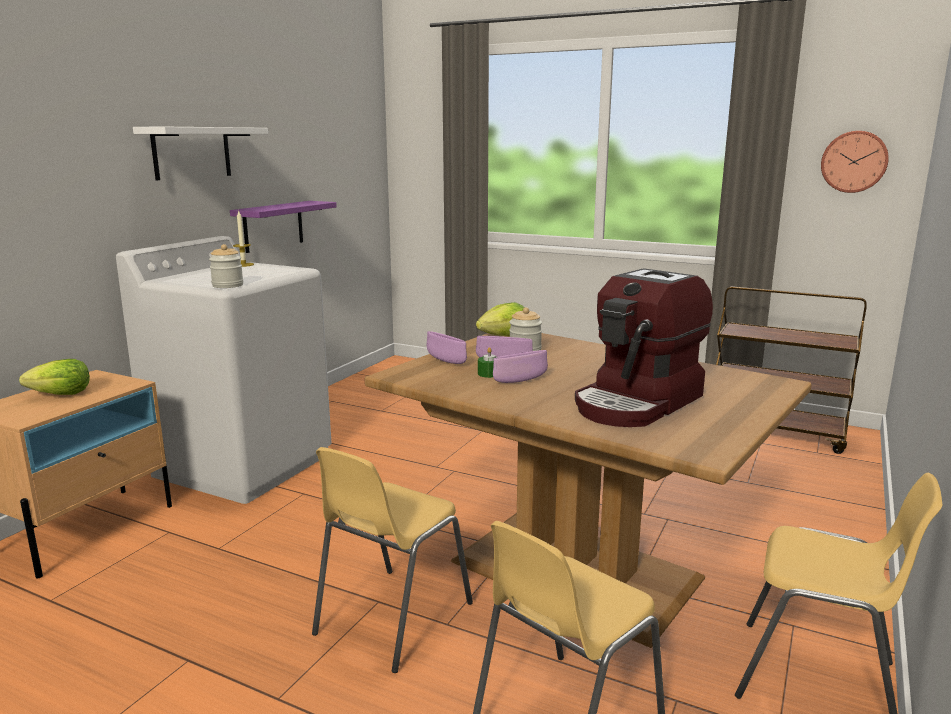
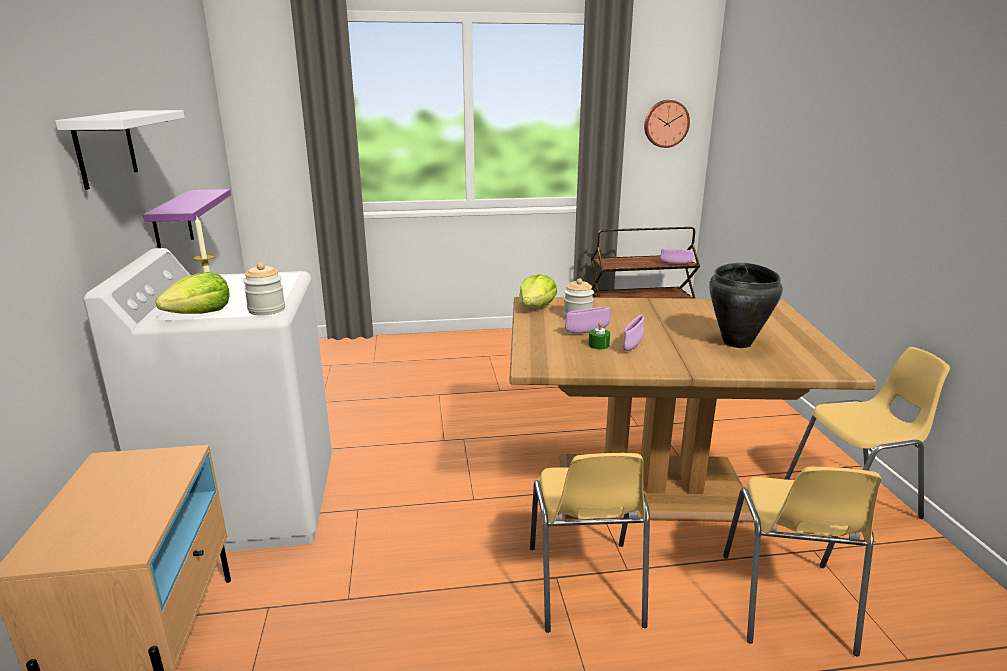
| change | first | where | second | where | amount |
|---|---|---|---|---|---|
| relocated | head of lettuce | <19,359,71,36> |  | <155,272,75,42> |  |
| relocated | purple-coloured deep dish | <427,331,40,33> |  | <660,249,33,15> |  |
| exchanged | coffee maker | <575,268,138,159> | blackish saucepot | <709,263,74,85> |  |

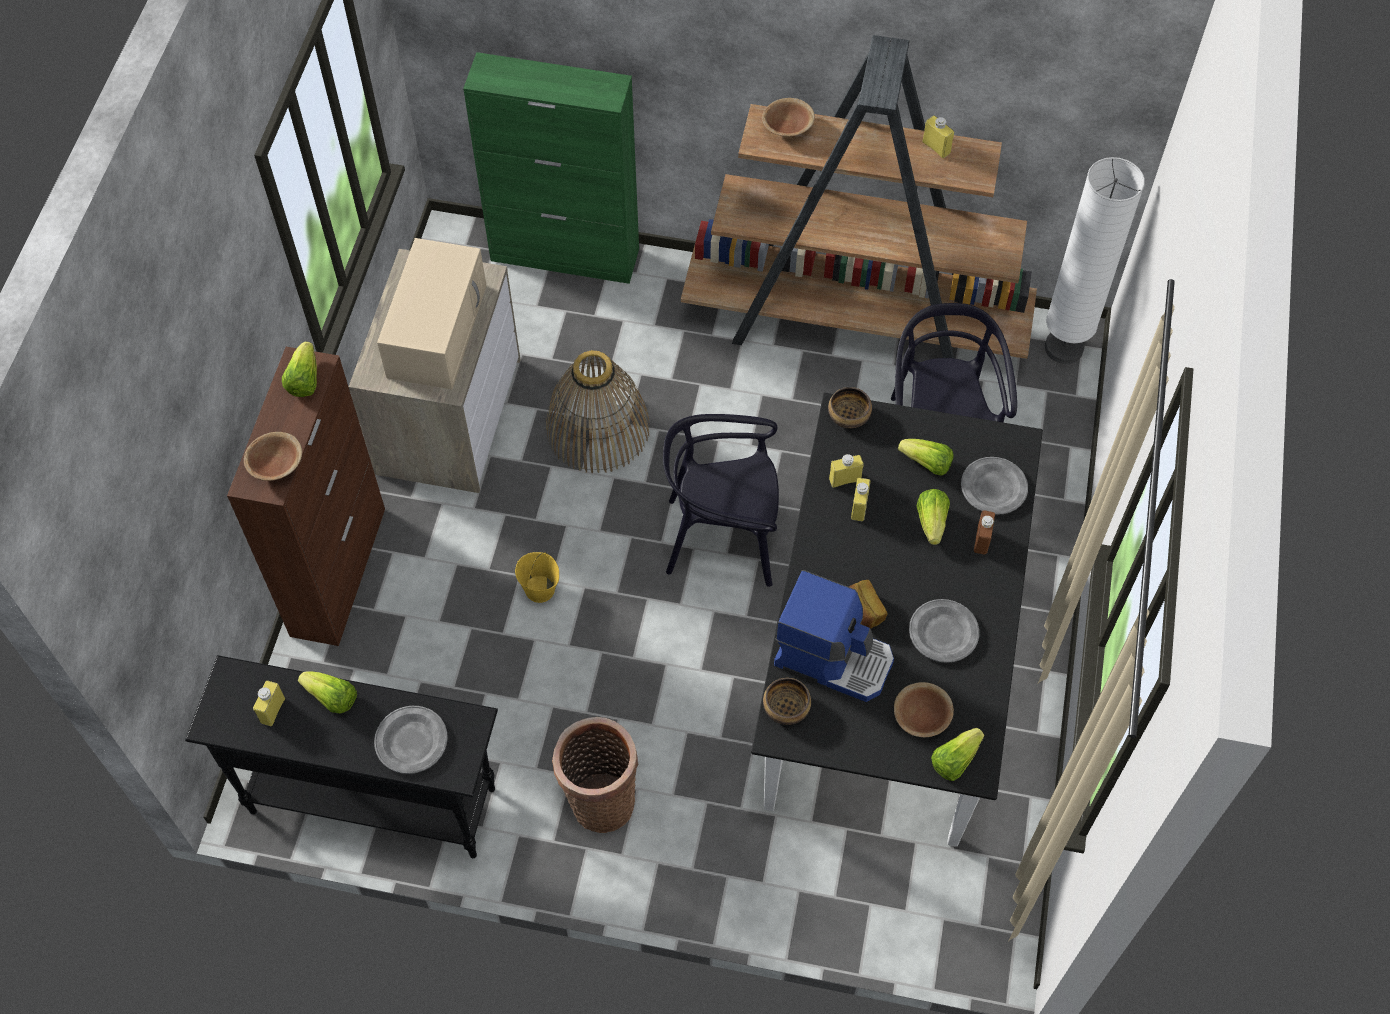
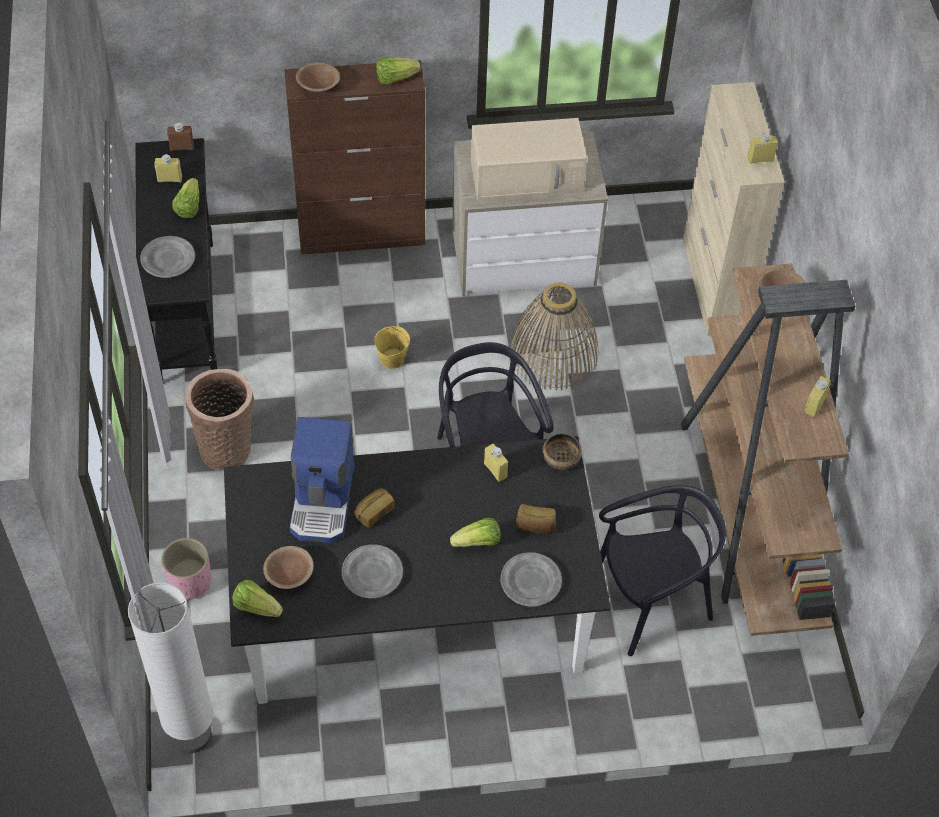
| change | first | where | second | where | amount |
|---|---|---|---|---|---|
| relocated | white floor lamp | <1045,157,100,207> |  | <128,582,85,171> |  |
| appeared |  |  | pinkish plant pot | <162,538,49,62> |  |
| relocated | brown-coloured drink bottle | <974,510,21,45> |  | <167,123,27,28> |  |
| exchanged | head of lettuce | <898,439,56,36> | baked bread | <515,504,41,30> |  |
| colour | greenish cupboard | <463,52,176,232> | beige-coloured cupboard | <683,82,102,254> |  |
| relocated | yellowish drink bottle | <851,478,19,43> |  | <748,133,30,31> |  |
| missing | deep dish | <763,678,48,47> |  |  |  |

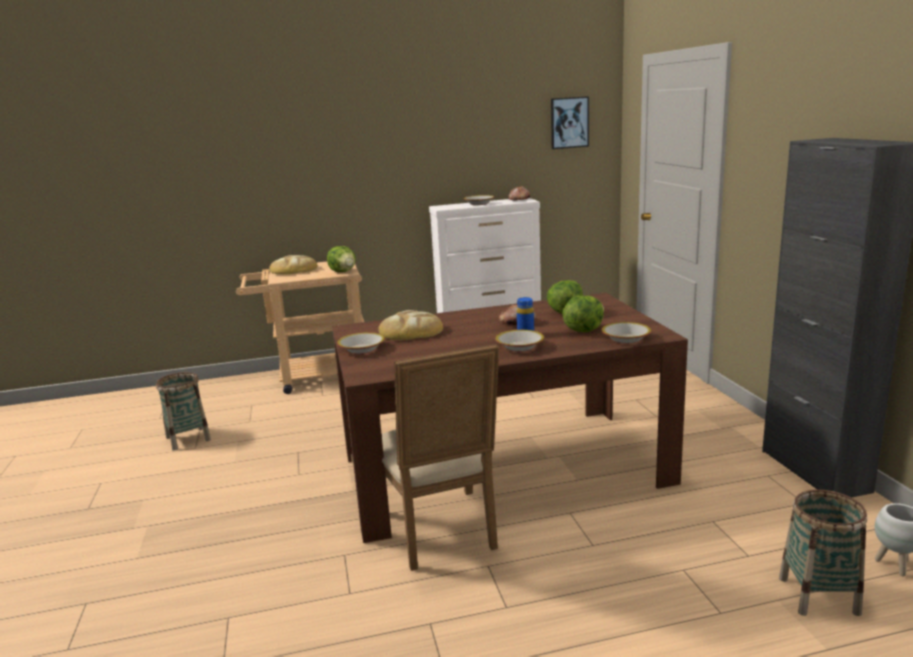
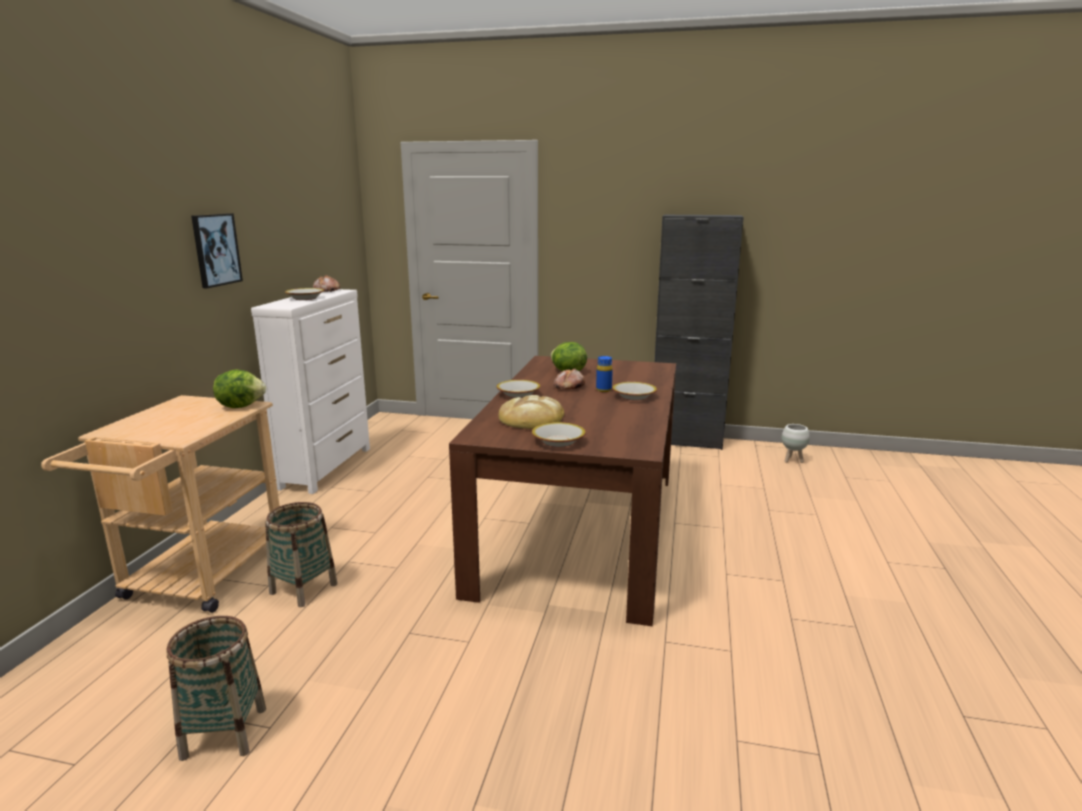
| change | first | where | second | where | amount |
|---|---|---|---|---|---|
| relocated | wall art | <551,96,38,53> |  | <191,213,52,75> |  |
| relocated | storage basket | <779,489,88,127> |  | <265,502,73,105> |  |
| relocated | deep dish | <601,322,50,22> |  | <497,380,43,18> |  |
| missing | baked bread | <269,255,49,20> |  |  |  |
| missing | beige-coloured upright chair | <382,344,117,227> |  |  |  |
| missing | head of lettuce | <562,295,42,37> |  |  |  |

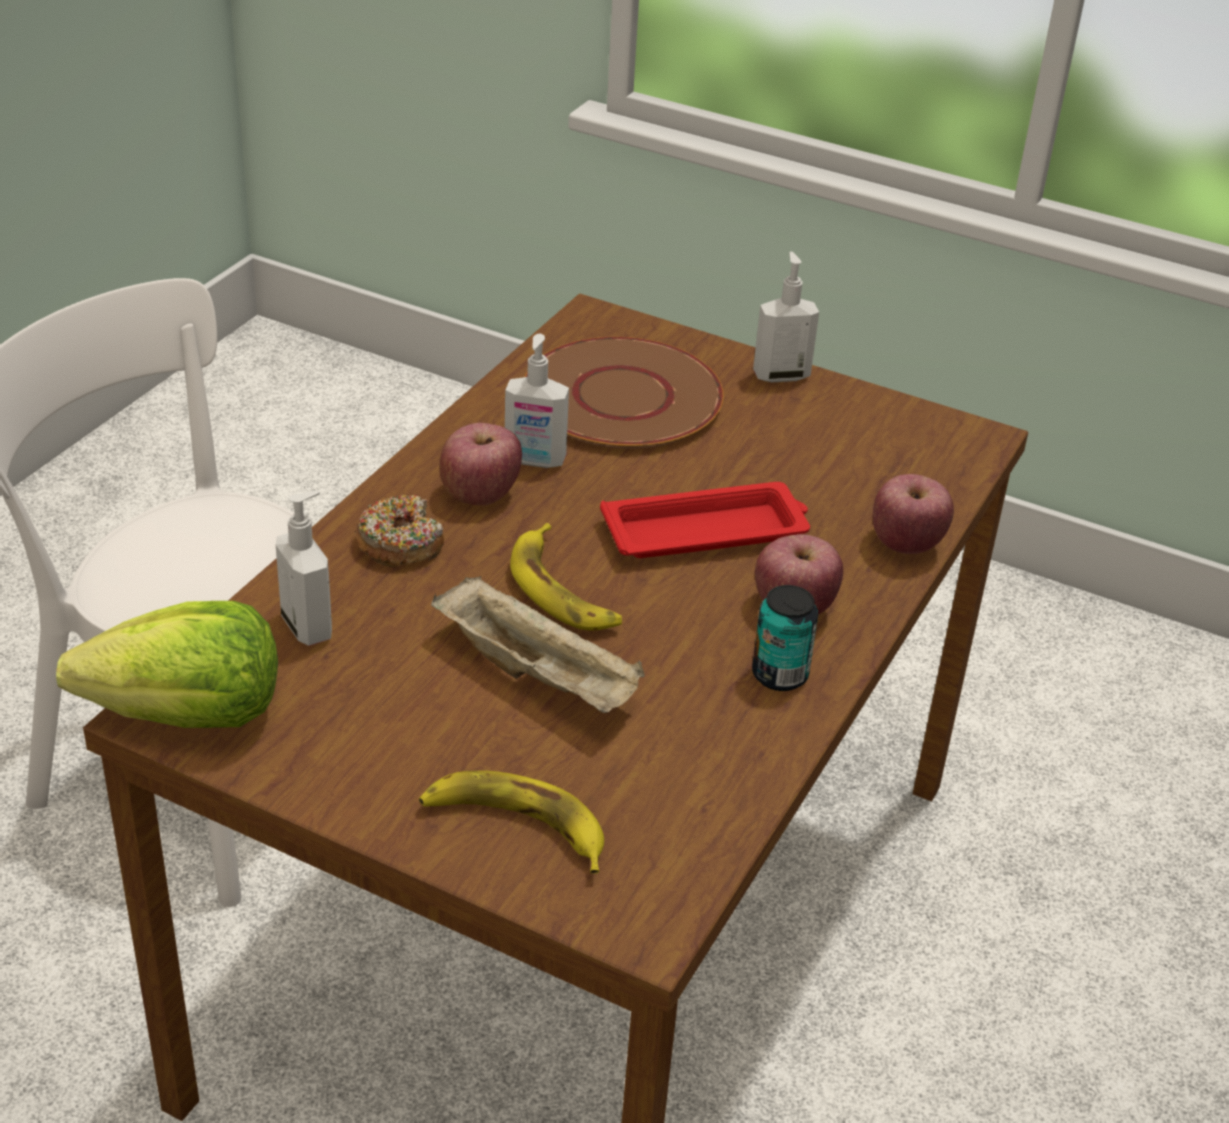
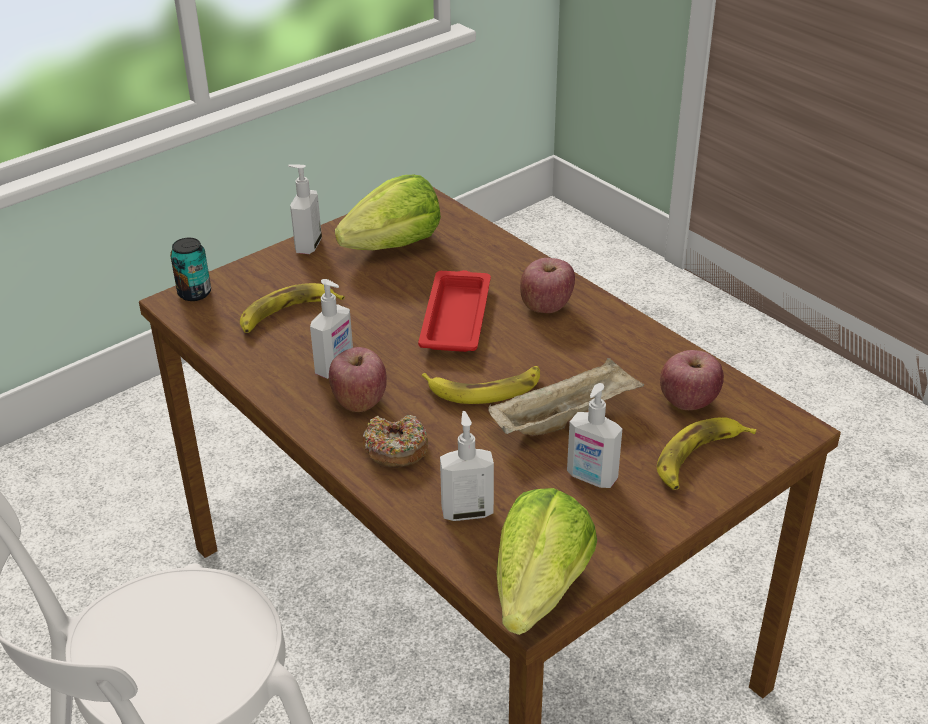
| change | first | where | second | where | amount |
|---|---|---|---|---|---|
| relocated | metal can | <752,585,66,106> |  | <170,238,41,63> |  |
| exchanged | brown-coloured flat dish | <524,337,200,112> | whole banana | <240,283,105,50> |  |
| appeared |  |  | head of lettuce | <335,175,106,75> |  |
| appeared |  |  | liquid soap bottle | <567,383,55,105> |  |
| relocated | apple | <873,474,81,80> |  | <660,350,64,60> |  |

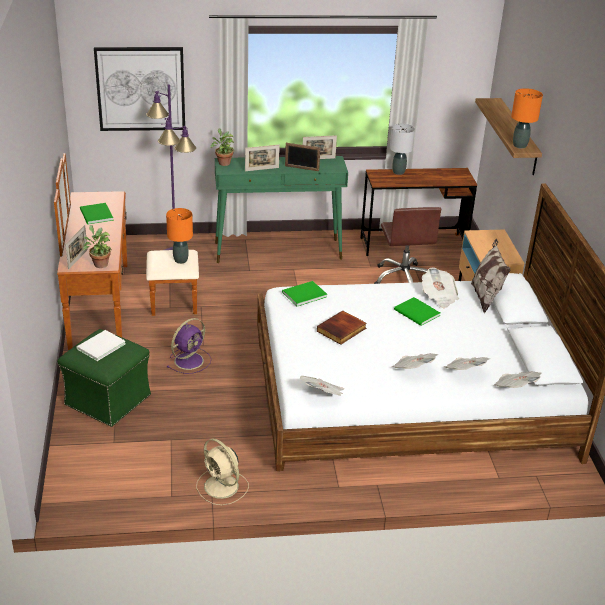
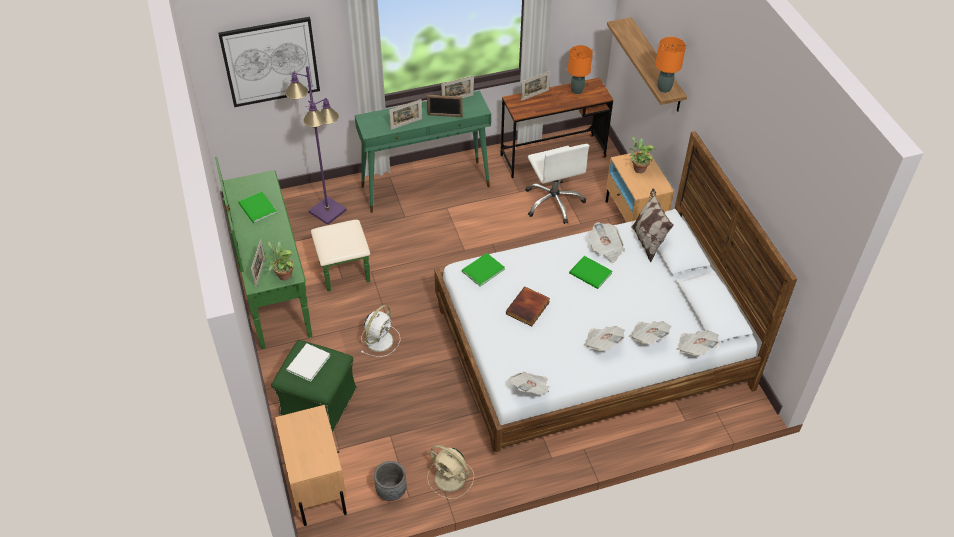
| change | first | where | second | where | amount |
|---|---|---|---|---|---|
| colour | brown-coloured dresser | <54,153,145,197> | greenish dresser | <215,157,155,192> |  |
| appeared |  |  | beige-coloured bedside table | <275,405,72,121> |  |
| colour | purple-coloured fan | <167,318,44,56> | white fan | <361,305,39,52> |  |
| appeared |  |  | greyish plant pot | <374,461,33,40> |  |
| exchanged | greyish lamp for a table | <390,124,25,51> | standing frame | <521,71,30,30> |  |
| colour | brown-coloured desk chair | <374,207,67,77> | white desk chair | <525,144,64,80> |  |
| relocated | orangey lamp for a table | <166,208,27,56> |  | <568,45,25,49> |  |
| relocated | potted plant | <210,129,24,37> |  | <629,136,27,37> |  |

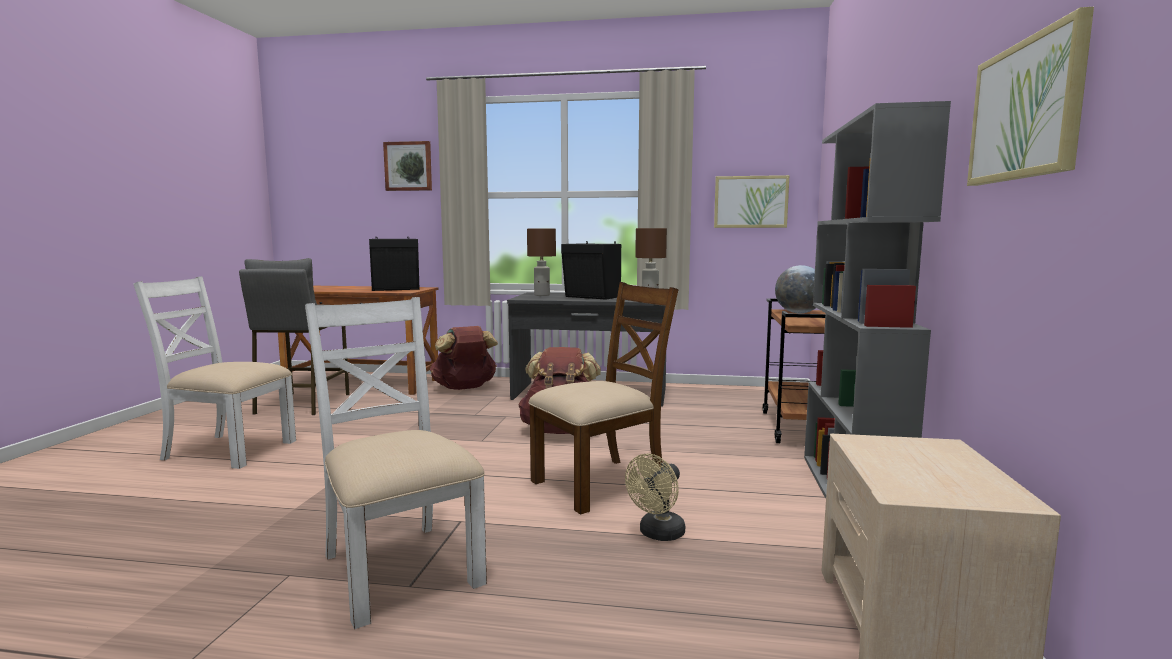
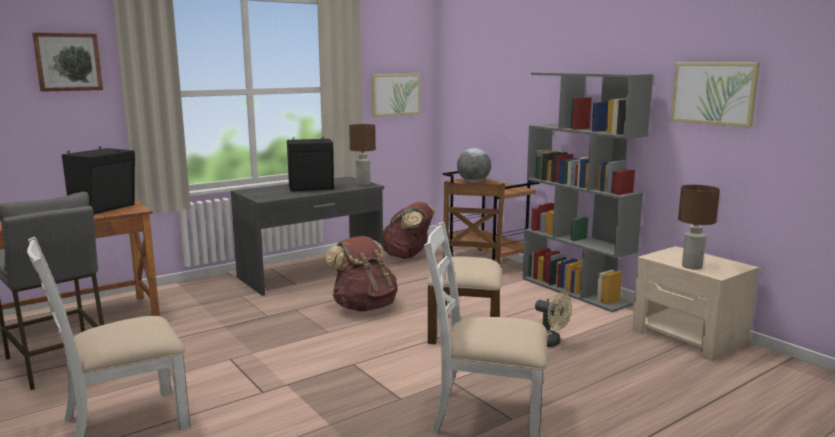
| change | first | where | second | where | amount |
|---|---|---|---|---|---|
| relocated | brown-coloured rucksack | <430,326,68,64> |  | <383,202,52,57> |  |
| spun | beige-coloured fan | <625,453,60,88> |  | <535,292,37,55> | 45 degrees counterclockwise |
| relocated | brown-coloured lamp for a table | <527,229,29,67> |  | <678,185,42,84> |  |

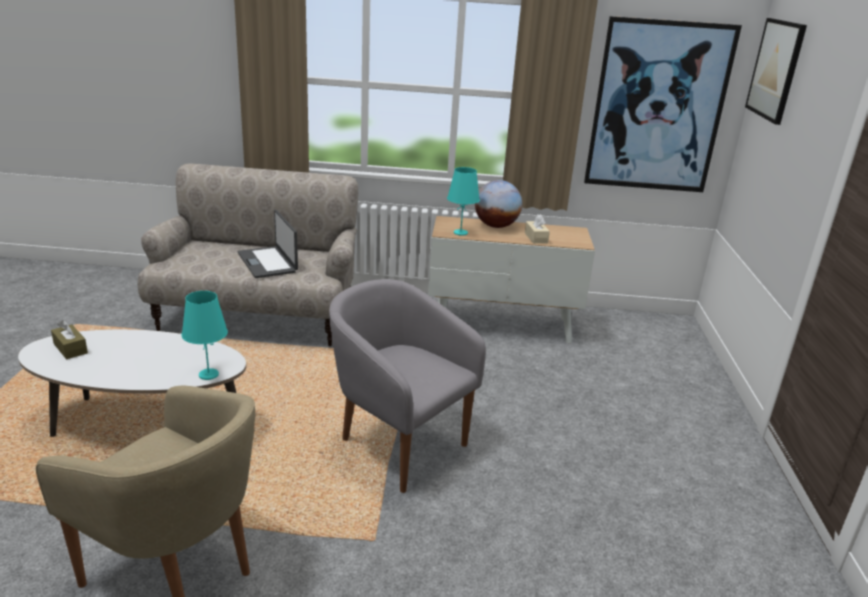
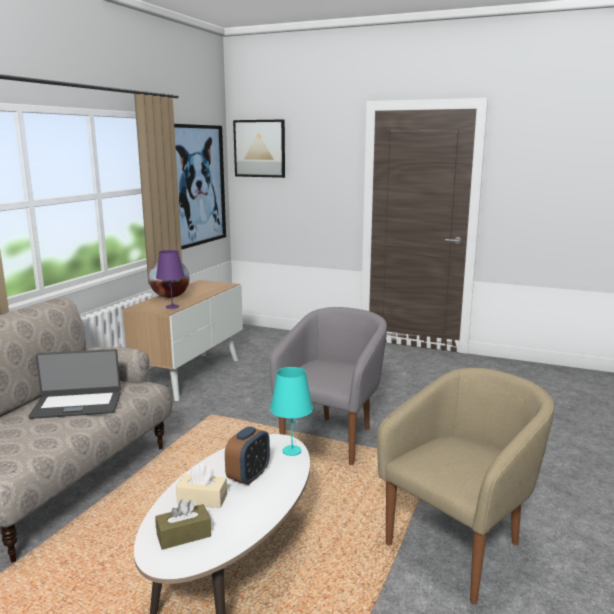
| change | first | where | second | where | amount |
|---|---|---|---|---|---|
| colour | turquoise-coloured lamp for a table | <447,167,33,69> | purple-coloured lamp for a table | <156,250,29,59> |  |
| relocated | beige-coloured box of tissues | <525,214,25,30> |  | <176,464,51,44> |  |
| appeared |  |  | bedside clock | <225,426,45,59> |  |
| spun | greyish easy chair | <329,279,157,214> |  | <269,307,118,158> | 150 degrees clockwise |

